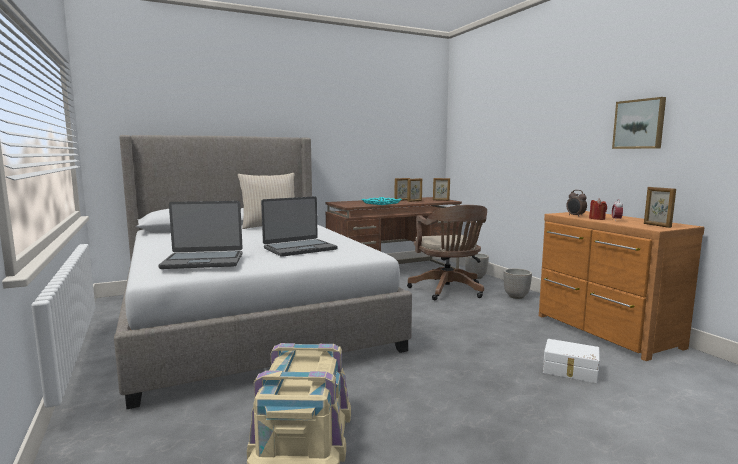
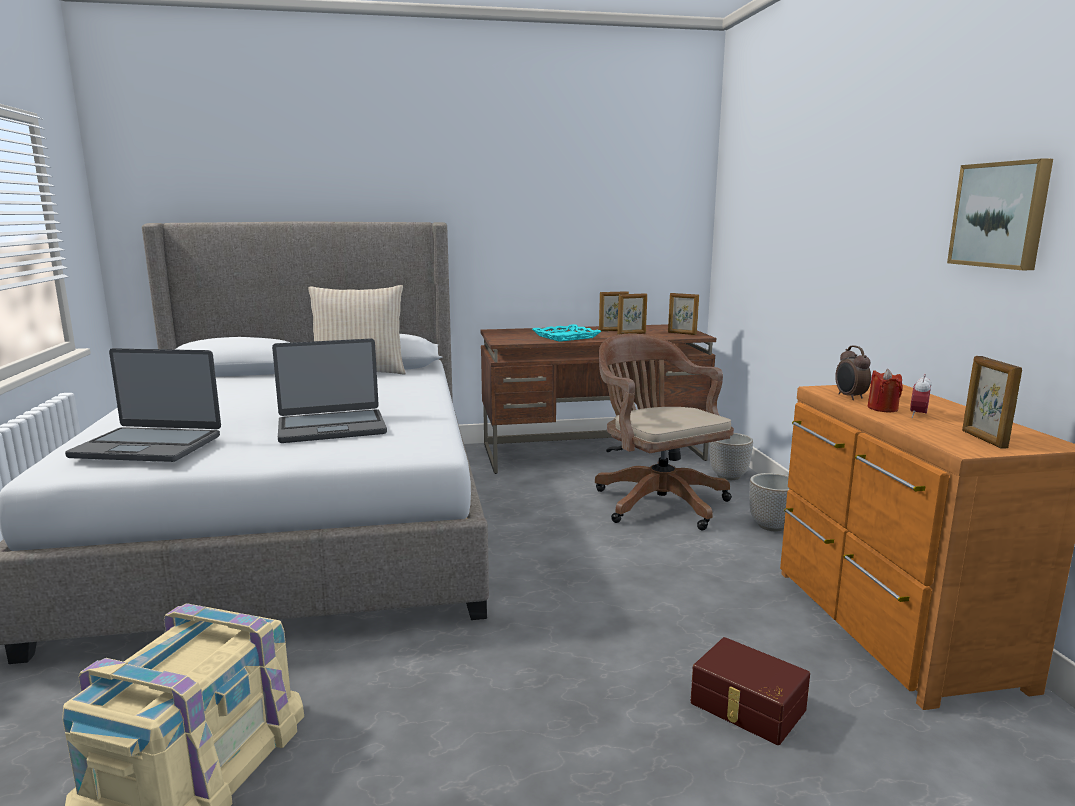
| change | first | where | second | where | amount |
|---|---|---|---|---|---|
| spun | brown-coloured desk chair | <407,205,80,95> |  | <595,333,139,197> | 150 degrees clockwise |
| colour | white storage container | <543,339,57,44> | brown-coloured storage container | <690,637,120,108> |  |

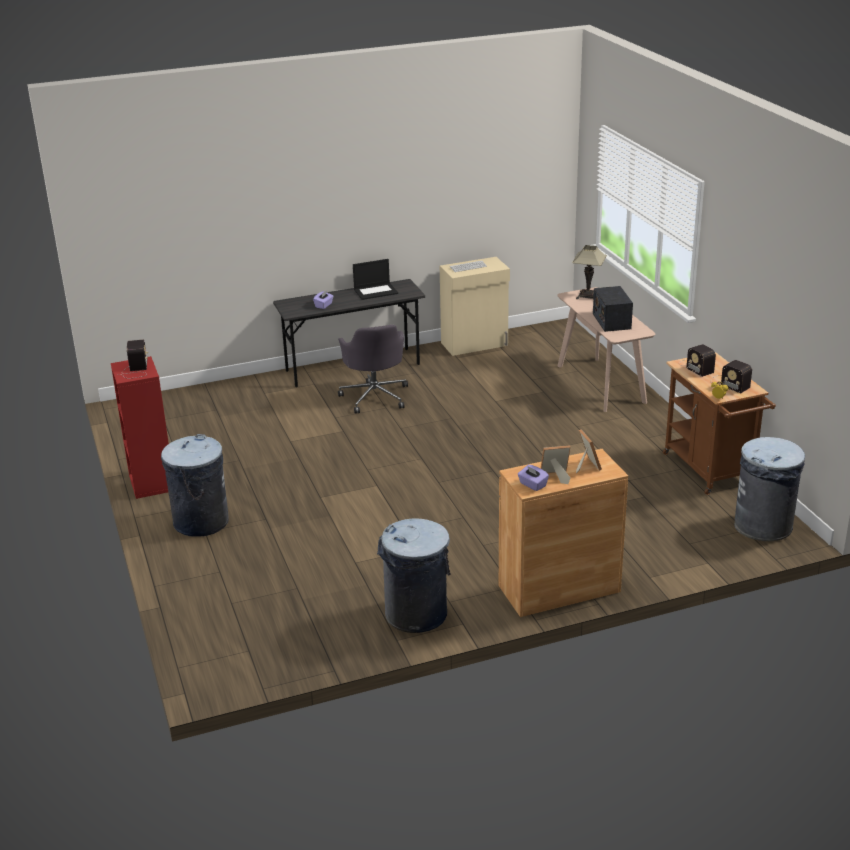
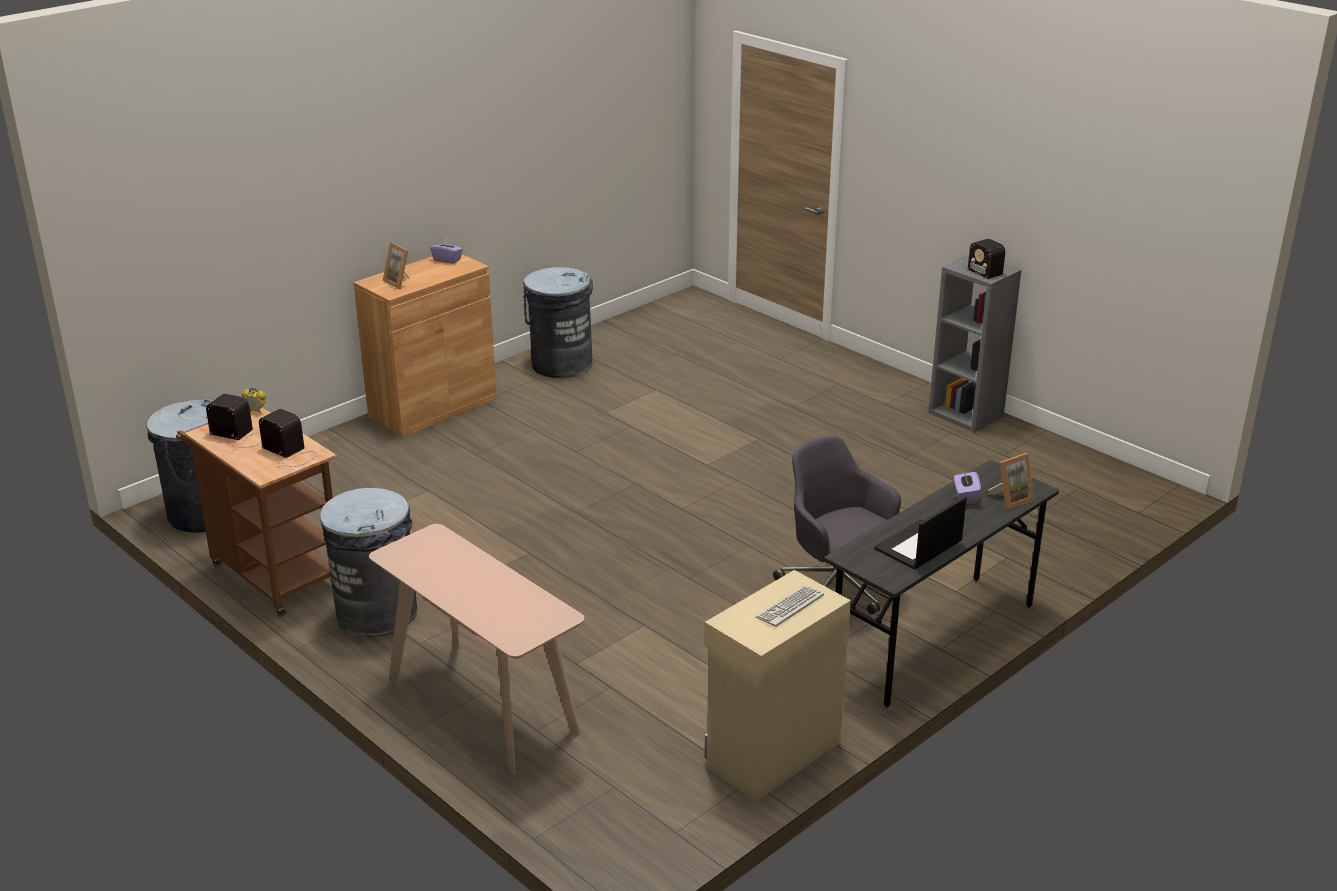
| change | first | where | second | where | amount |
|---|---|---|---|---|---|
| relocated | greyish rubbish bin | <161,434,68,103> |  | <320,488,98,150> |  |
| colour | red bookcase | <111,356,58,143> | greyish bookcase | <928,255,93,177> |  |
| relocated | standing frame | <541,445,30,39> |  | <988,453,46,57> |  |
| missing | lamp for a table | <572,245,35,54> |  |  |  |
| missing | radio set | <593,286,40,46> |  |  |  |

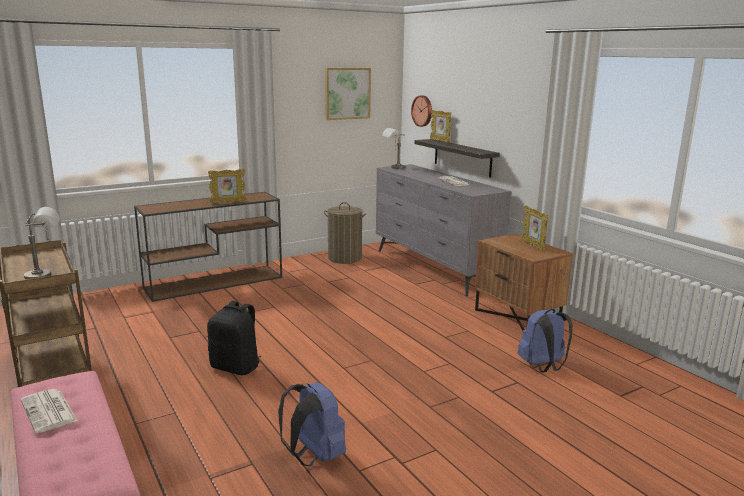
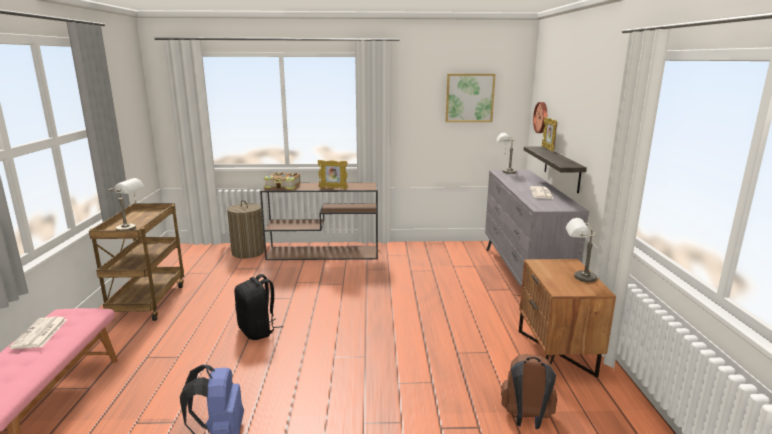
| change | first | where | second | where | amount |
|---|---|---|---|---|---|
| relocated | hamper | <324,202,43,62> |  | <227,200,38,59> |  |
| appeared |  |  | bound book | <264,172,36,17> |  |
| colour | blue rucksack | <518,309,55,64> | brown-coloured rucksack | <501,354,56,75> |  |
| exchanged | standing frame | <522,205,26,46> | greyish lamp for a table | <566,218,31,64> |  |

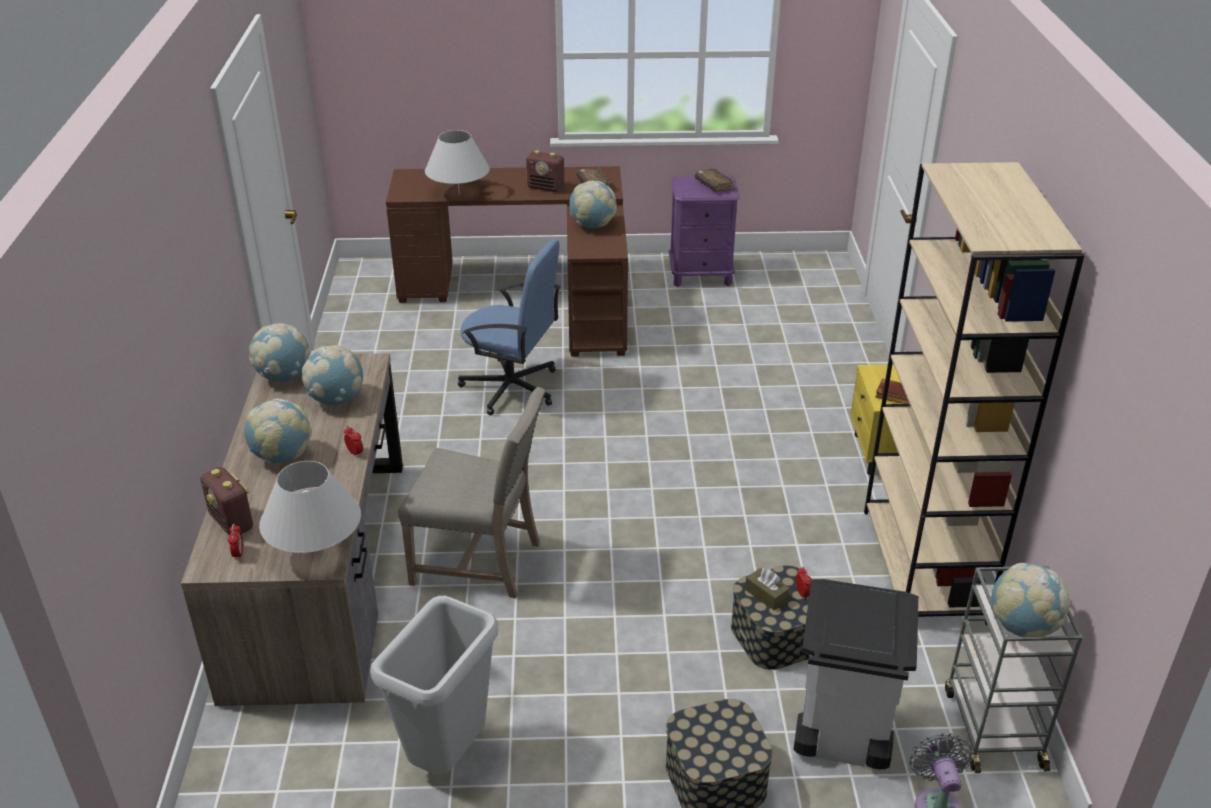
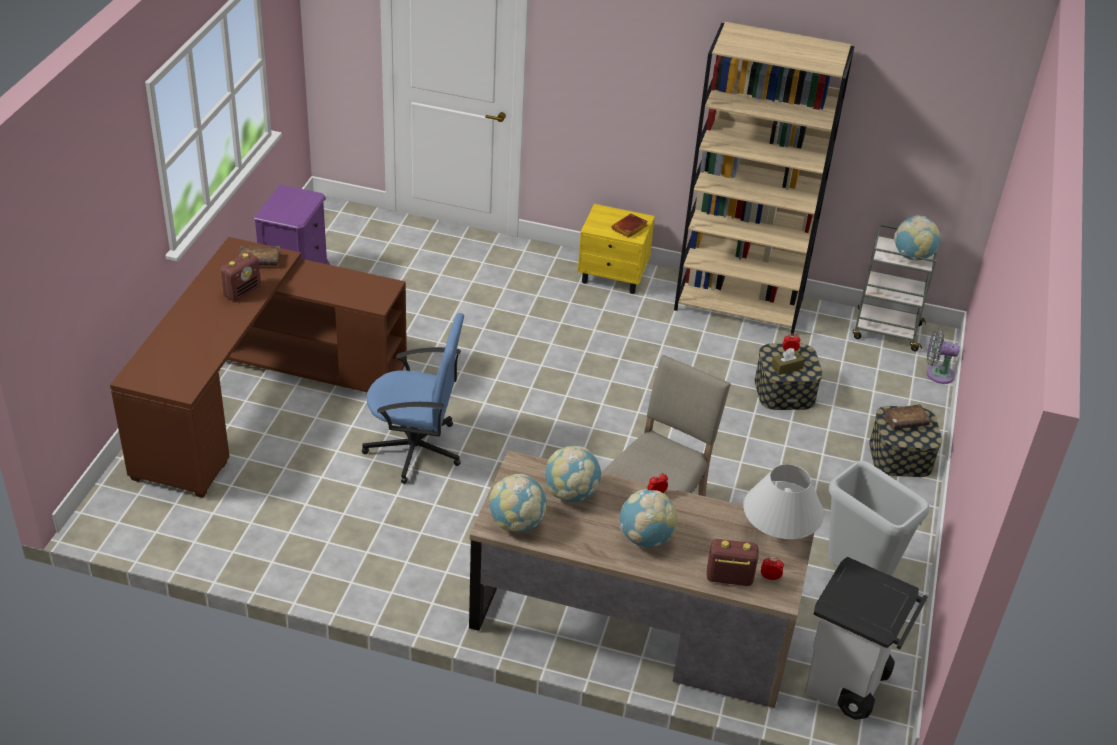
| change | first | where | second | where | amount |
|---|---|---|---|---|---|
| spun | blue desk chair | <458,239,103,177> |  | <362,313,102,171> | 60 degrees clockwise |
| spun | radio set | <200,467,53,69> |  | <707,539,52,47> | 150 degrees counterclockwise |
| relocated | white rubbish bin | <793,579,126,190> |  | <805,557,123,163> |  |
| relocated | brown-coloured bound book | <695,168,40,24> |  | <883,404,47,26> |  |
| missing | white lamp for a table | <425,130,65,65> |  |  |  |
| missing | world globe | <569,181,48,47> |  |  |  |

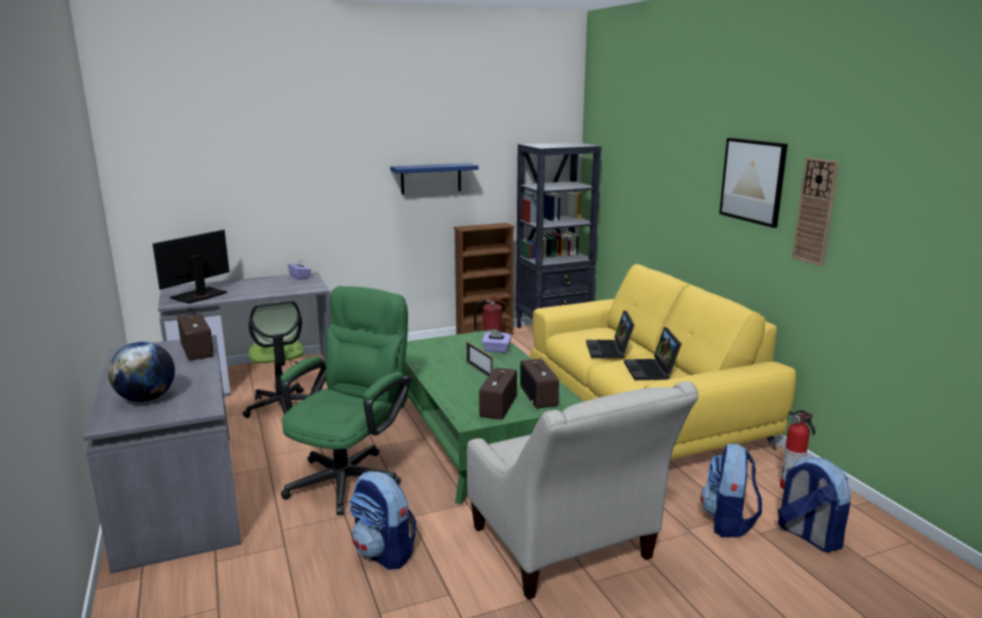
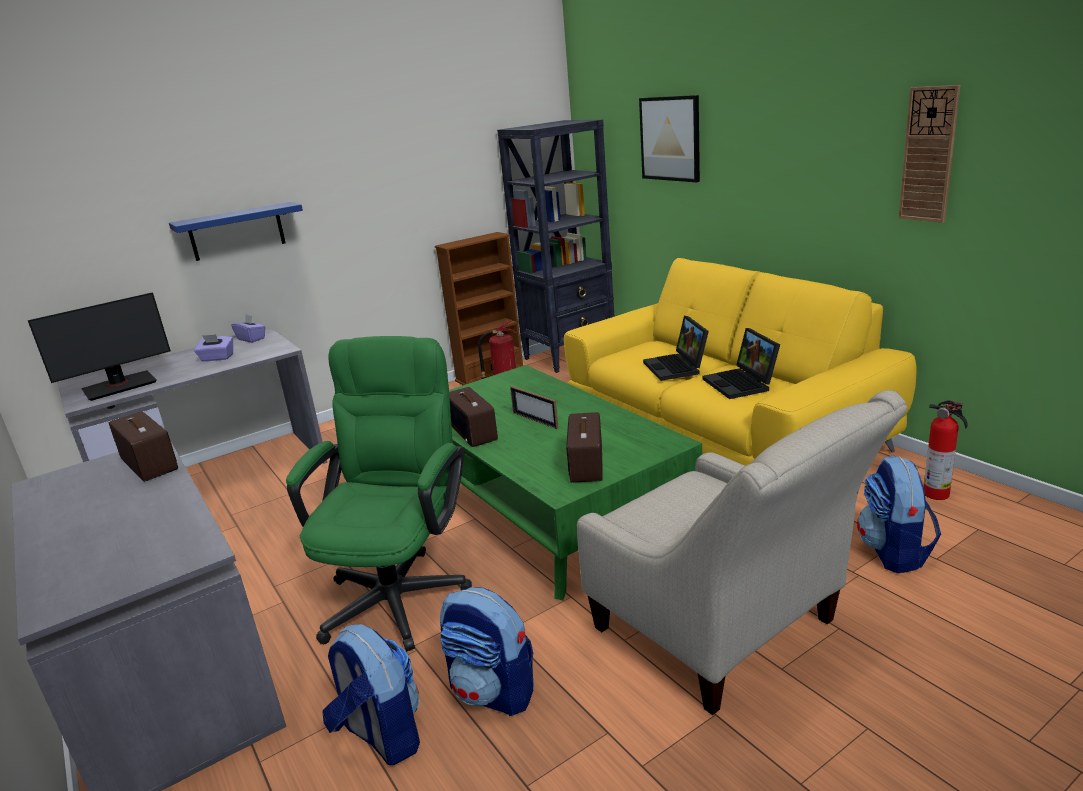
| change | first | where | second | where | amount |
|---|---|---|---|---|---|
| spun | monitor | <153,230,77,74> |  | <28,292,143,109> | 150 degrees counterclockwise |
| relocated | blue bracket shelf | <390,163,89,32> |  | <169,202,134,59> |  |
| relocated | purple-coloured box of tissues | <482,330,29,23> |  | <194,335,39,27> |  |
| relocated | rucksack | <778,456,73,96> |  | <322,624,98,141> |  |
| relocated | radio set | <520,359,39,49> |  | <449,387,49,60> |  |
| relocated | wall art | <719,138,69,90> |  | <639,95,61,87> |  |
| missing | world globe | <108,341,67,61> |  |  |  |
| missing | desk chair | <243,301,66,117> |  |  |  |

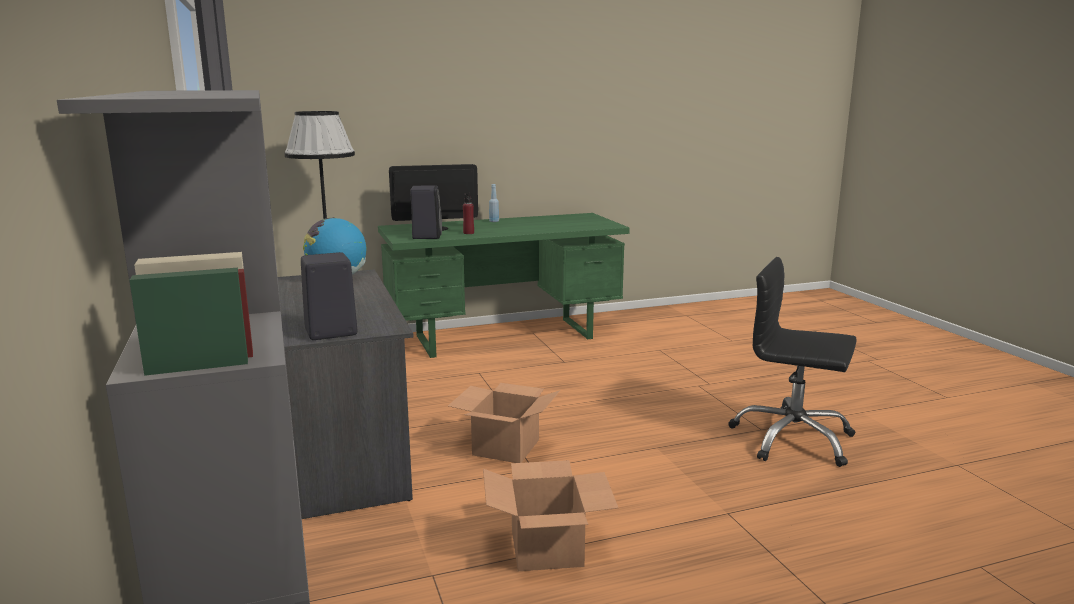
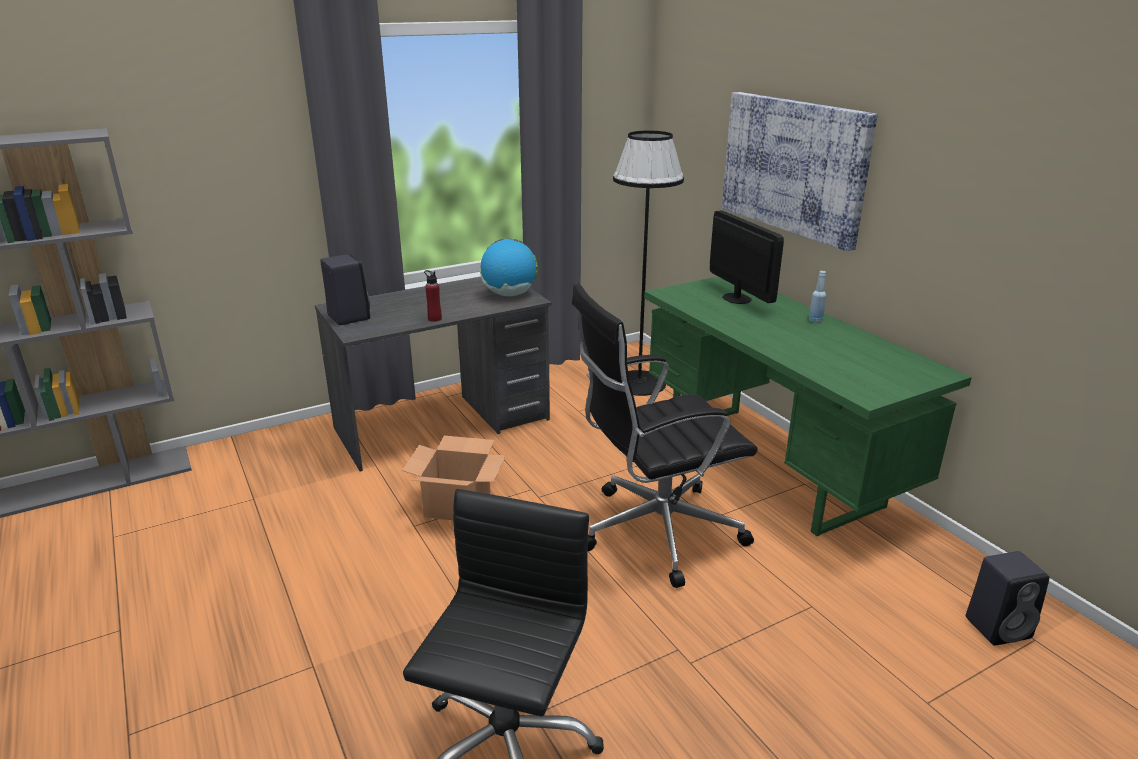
| change | first | where | second | where | amount |
|---|---|---|---|---|---|
| relocated | red drink bottle | <463,193,11,41> |  | <424,270,18,52> |  |
| appeared |  |  | blackish desk chair | <572,284,186,304> |  |
| appeared |  |  | wall art | <722,92,156,159> |  |
| relocated | blackish loudspeaker | <410,186,32,53> |  | <966,551,83,95> |  |
| missing | carton | <483,460,135,111> |  |  |  |

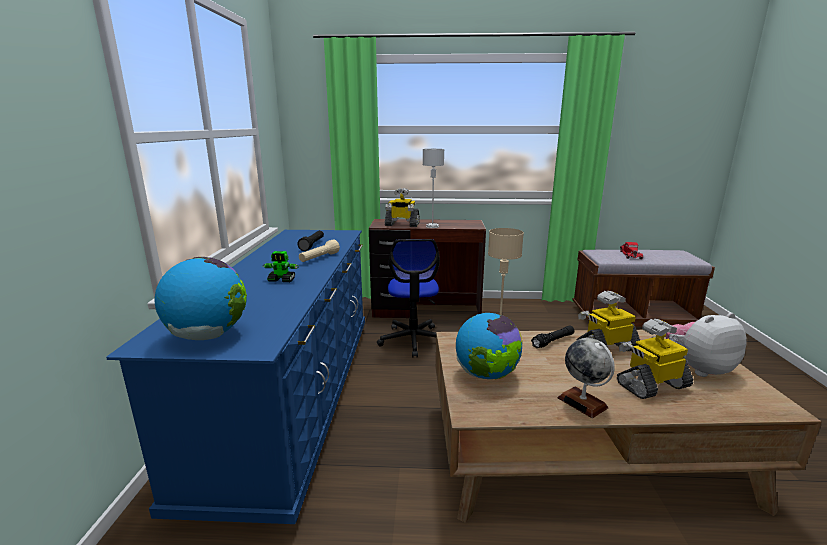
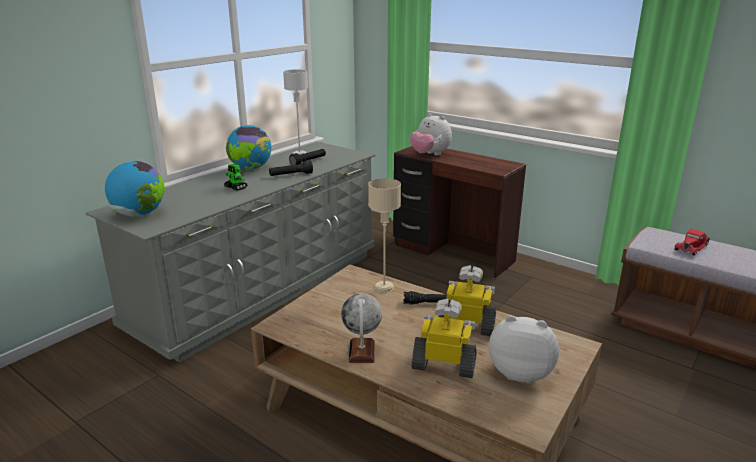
| change | first | where | second | where | amount |
|---|---|---|---|---|---|
| colour | blue dresser | <106,230,259,294> | greyish dresser | <86,142,290,221> |  |
| relocated | world globe | <456,313,67,66> |  | <226,125,45,45> |  |
| colour | beige-coloured torch | <299,240,41,22> | blackish torch | <269,160,44,16> |  |
| relocated | greyish lamp for a table | <423,149,21,79> |  | <283,70,25,85> |  |
| exchanged | toy robot | <385,188,35,39> | cuddly toy | <410,113,42,42> |  |
| missing | desk chair | <377,239,63,119> |  |  |  |

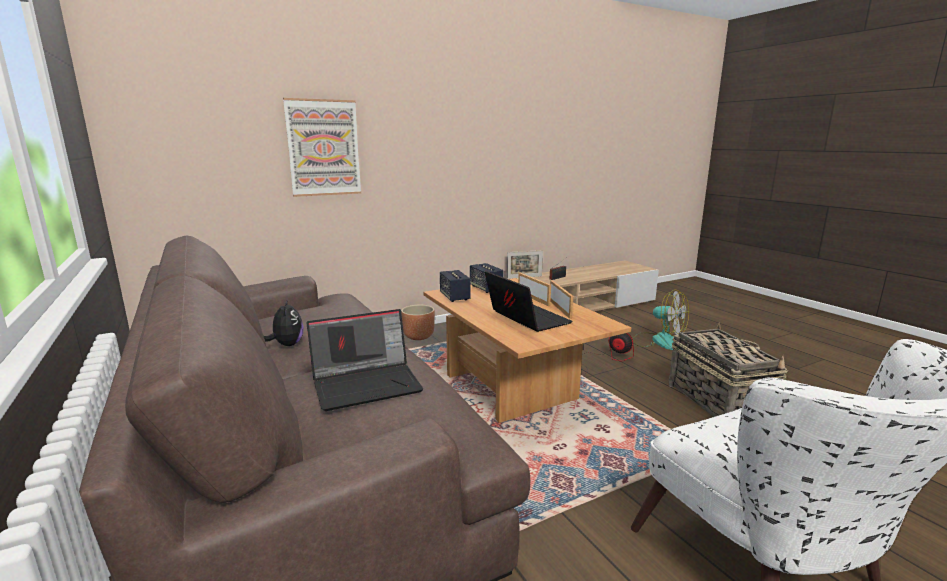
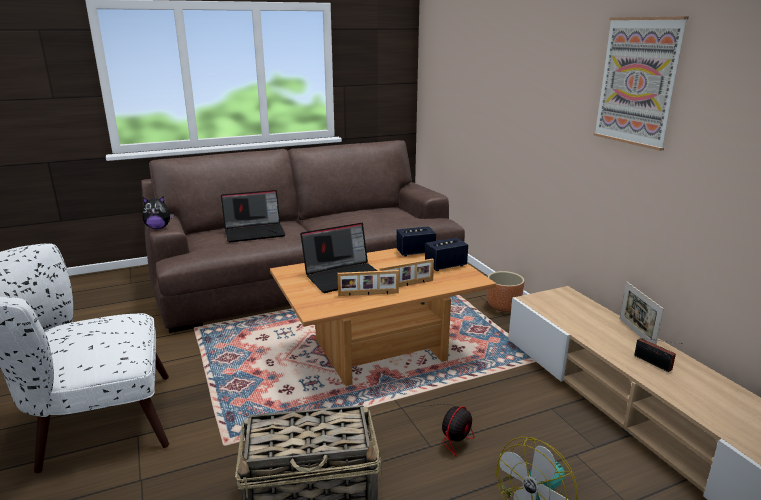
| change | first | where | second | where | amount |
|---|---|---|---|---|---|
| relocated | cuddly toy | <264,299,40,47> |  | <142,196,32,33> |  |
| spun | portable computer | <306,309,117,102> |  | <221,190,65,52> | 90 degrees counterclockwise |
| relocated | wall art | <283,98,78,99> |  | <593,16,96,135> |  |

